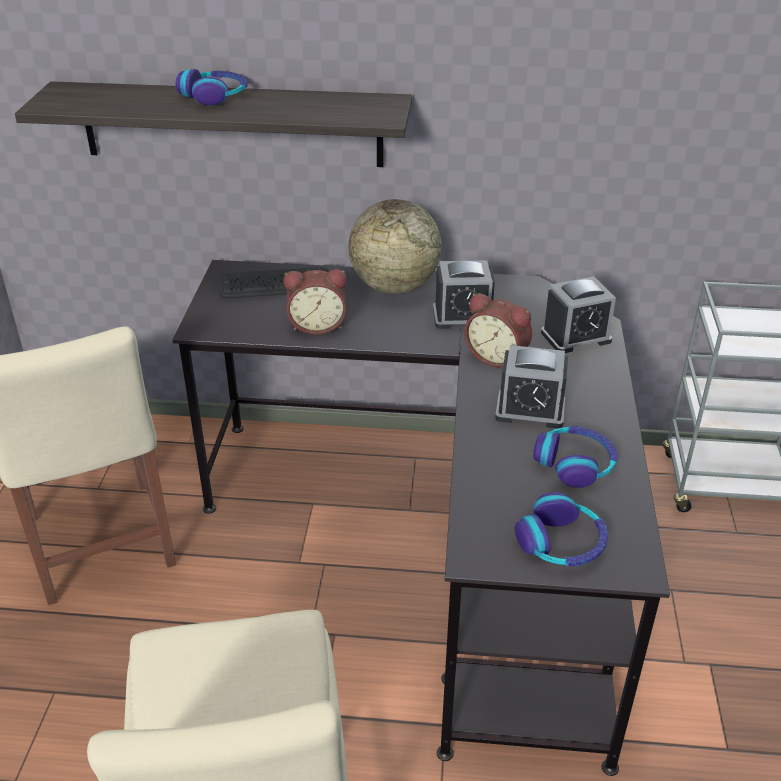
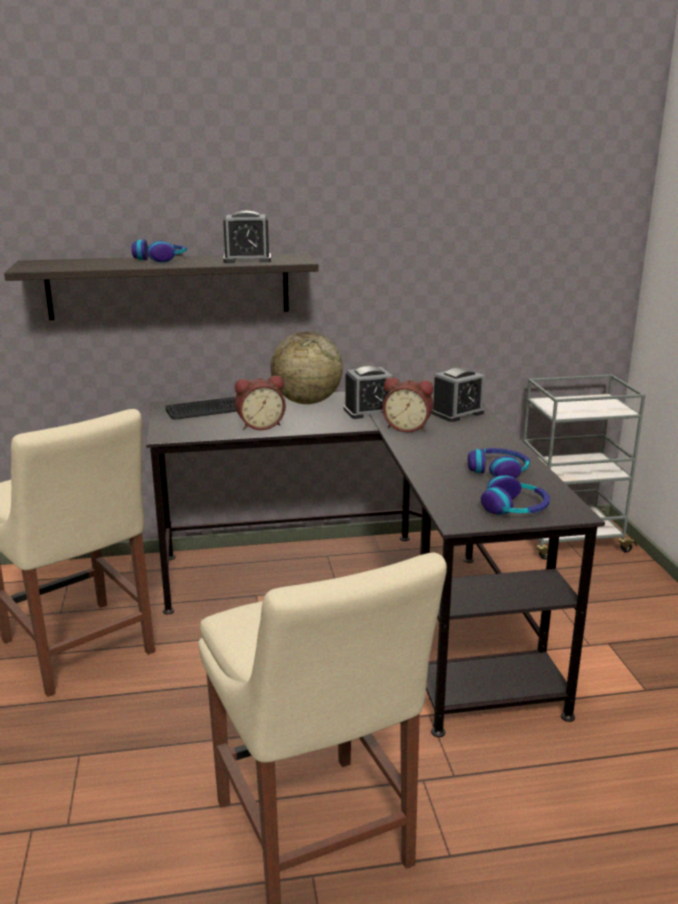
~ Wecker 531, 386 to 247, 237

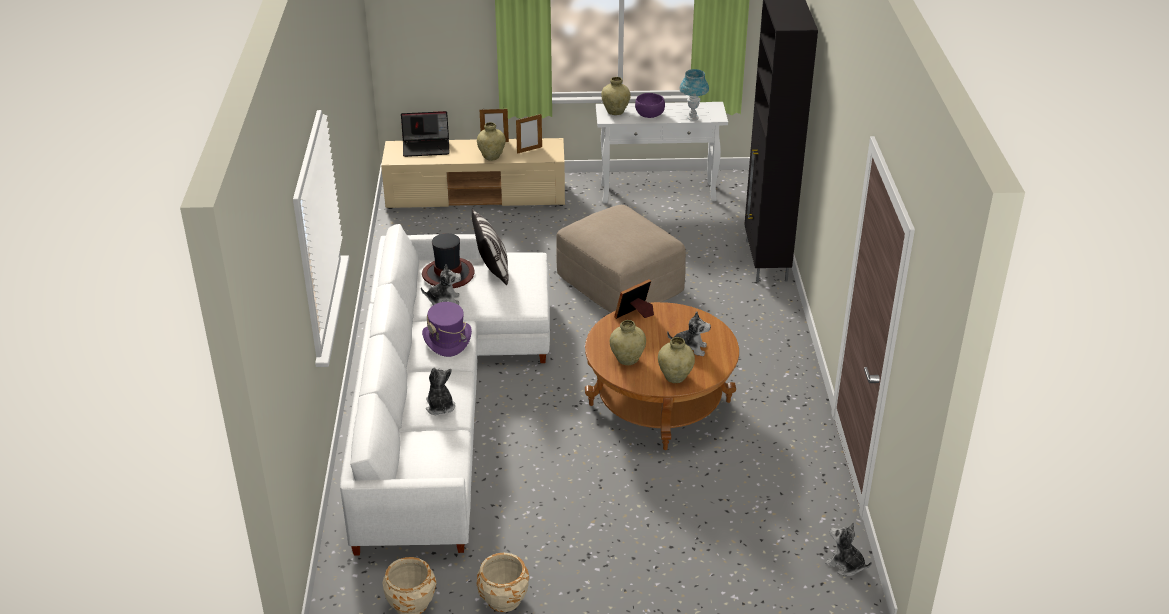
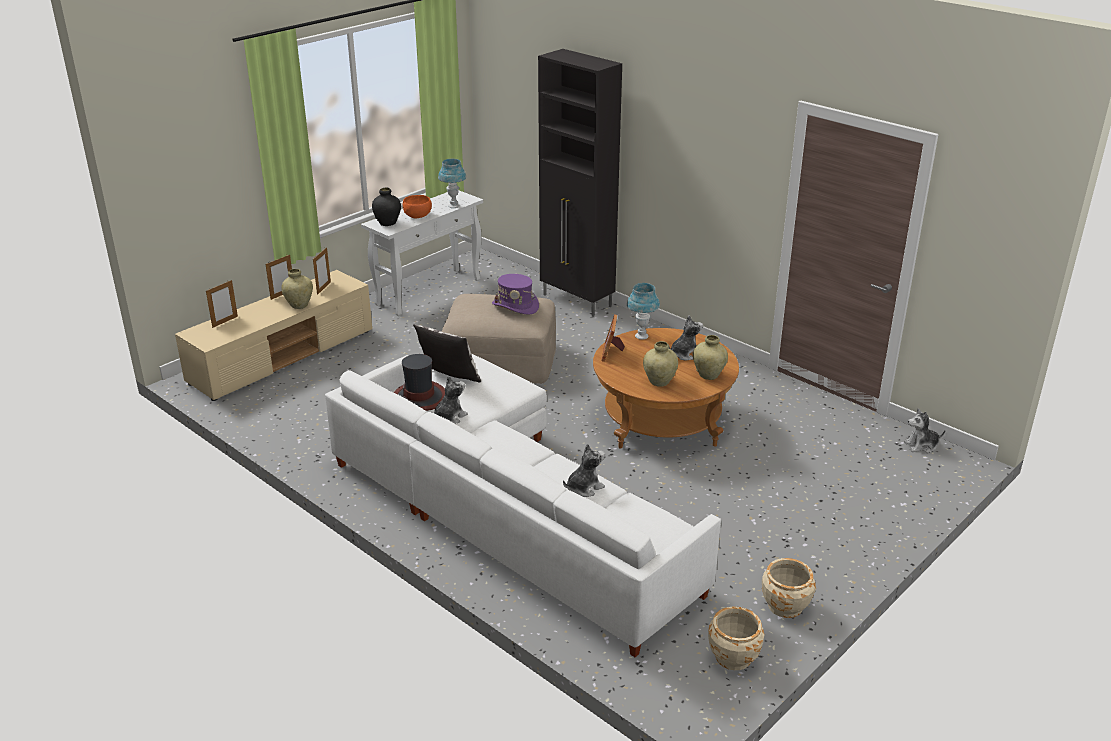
~ Vase (beige) 616, 96 to Vase (schwarz) 386, 206
~ Schüssel (lila) 650, 105 to Schüssel (orange) 417, 207
~ Laptop 425, 134 to Bilderrahmen 222, 304
~ Hut (lila) 447, 329 to 515, 294
~ Plüschtier 440, 391 = 584, 470 120 degrees clockwise
+ Tischlampe (blau) 643, 311

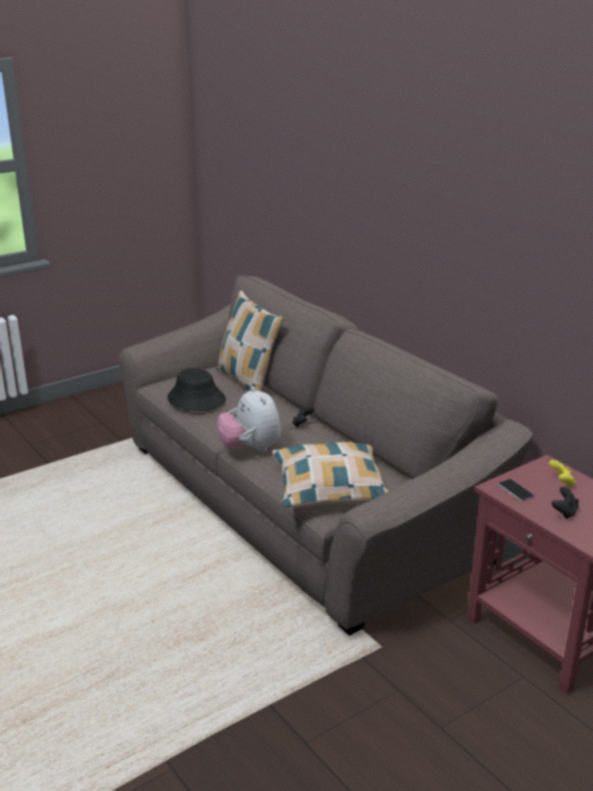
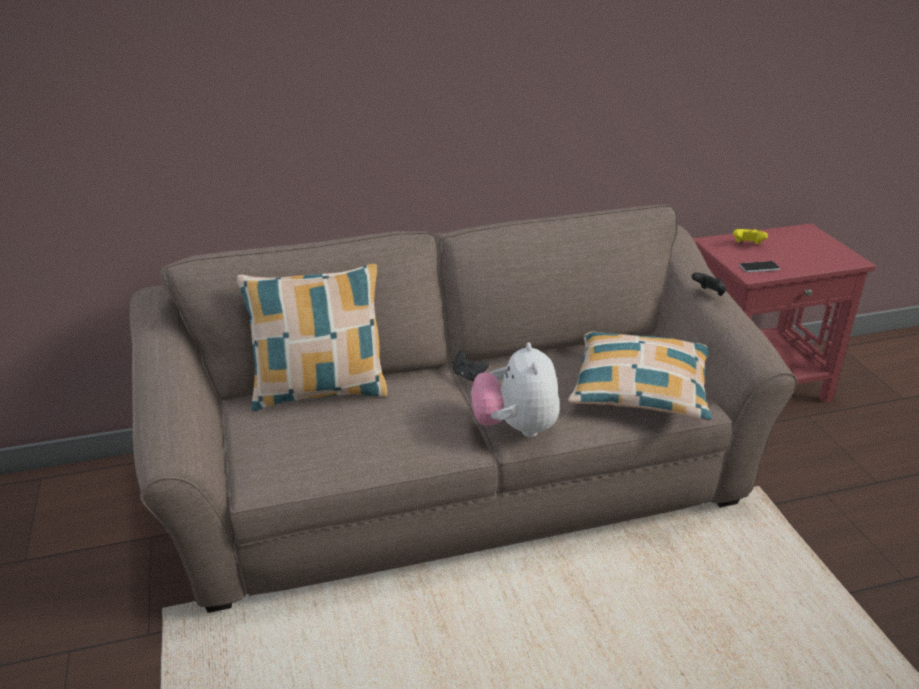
- Hut (schwarz) 196, 389
~ Plüschtier 249, 419 = 515, 390 90 degrees clockwise
~ Gamepad (schwarz) 565, 503 to 709, 284

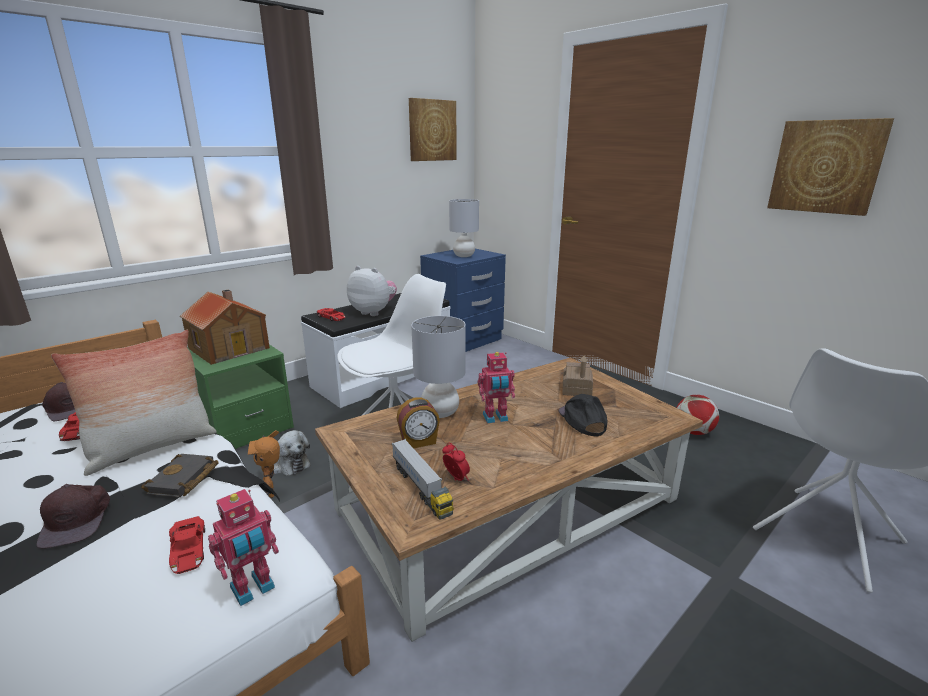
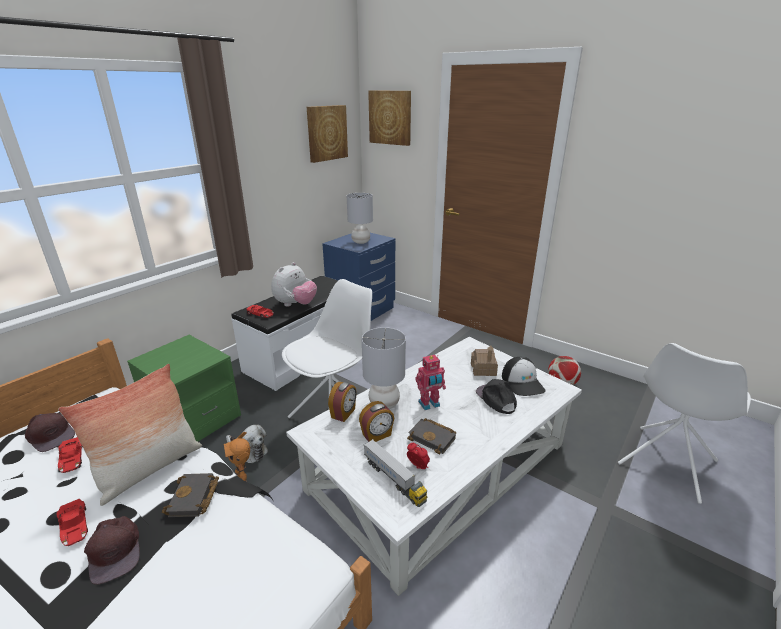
~ Bild 830, 167 to 389, 118
~ Plüschtier 372, 291 = 294, 284 105 degrees clockwise
- Spielzeughaus 225, 327
~ Couchtisch (braun) 509, 500 to Couchtisch (weiß) 434, 466
- Spielzeugroboter 243, 547
~ Spielzeugauto (rot) 187, 545 to 72, 522
+ Kappe 524, 376
+ Wecker 342, 402
+ Buch (schwarz) 431, 436

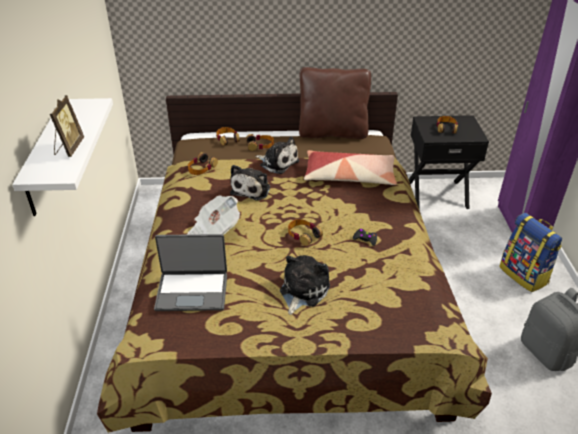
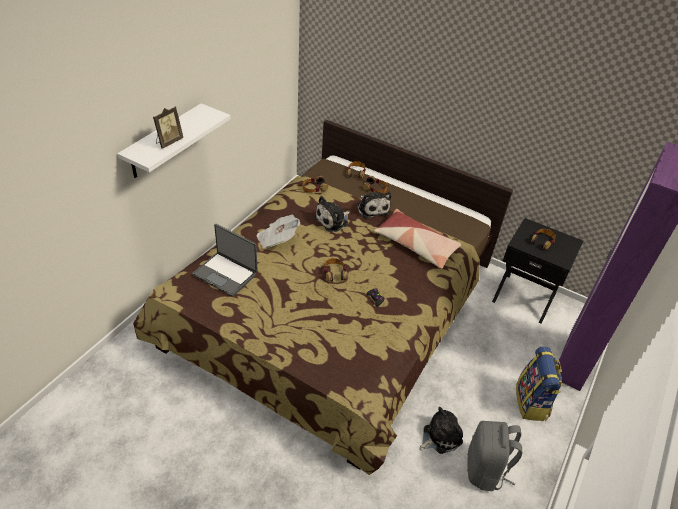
- Kissen (braun) 335, 103
~ Plüschtier 305, 285 to 441, 430

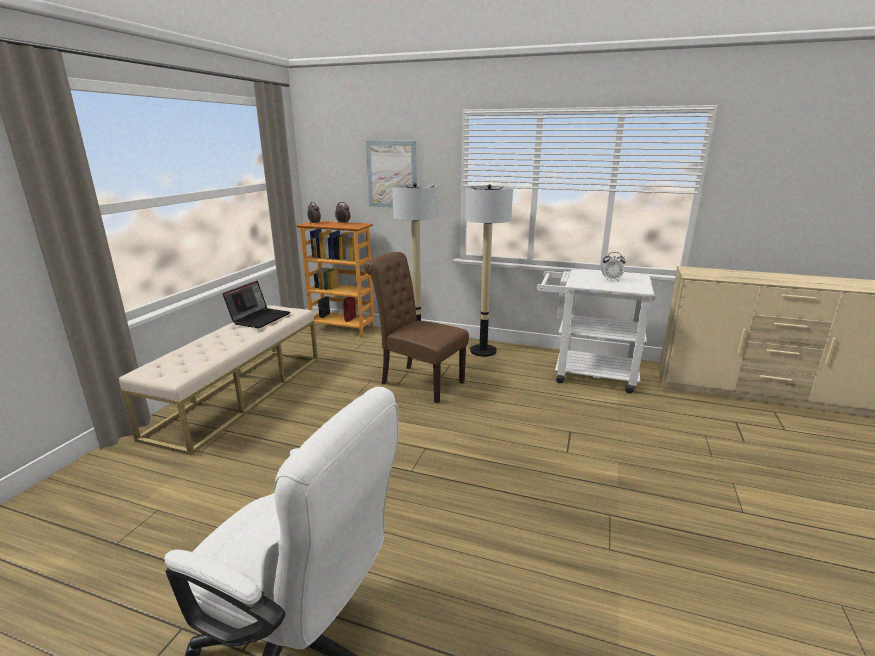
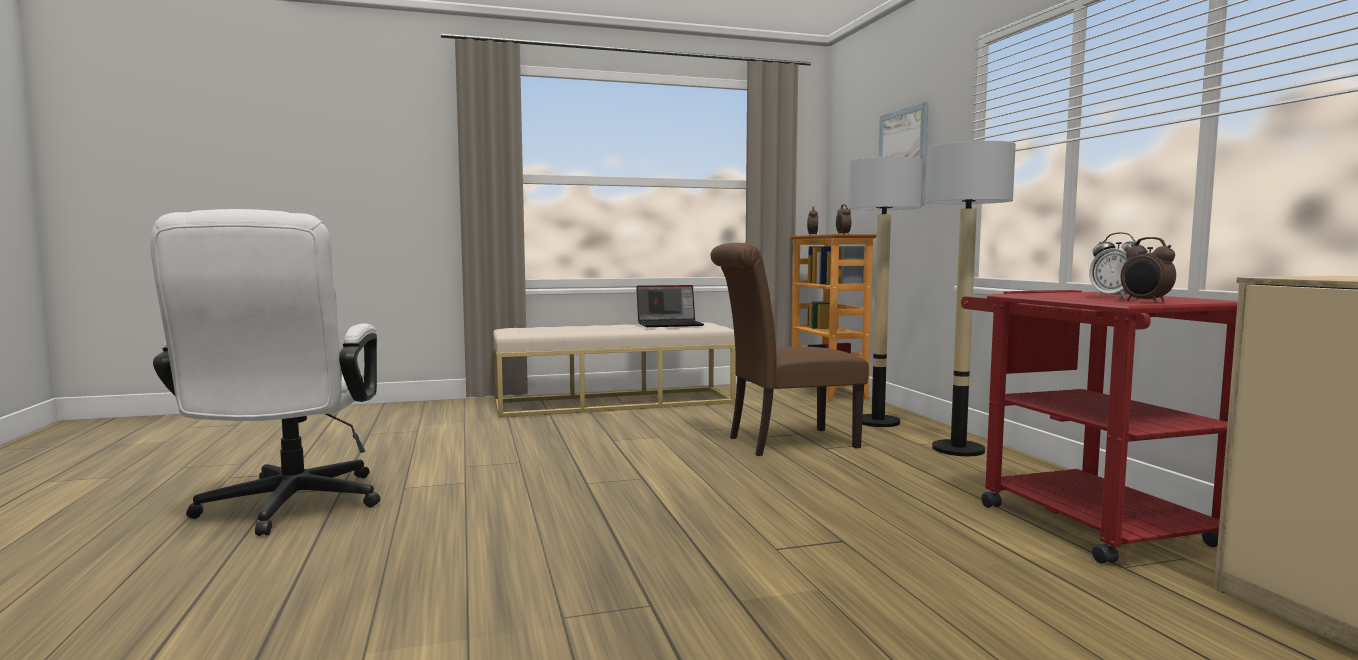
~ Stuhl (braun) 416, 327 = 790, 349 105 degrees counterclockwise
~ Rollwagen (weiß) 596, 332 to Rollwagen (rot) 1099, 427
+ Wecker 1148, 270

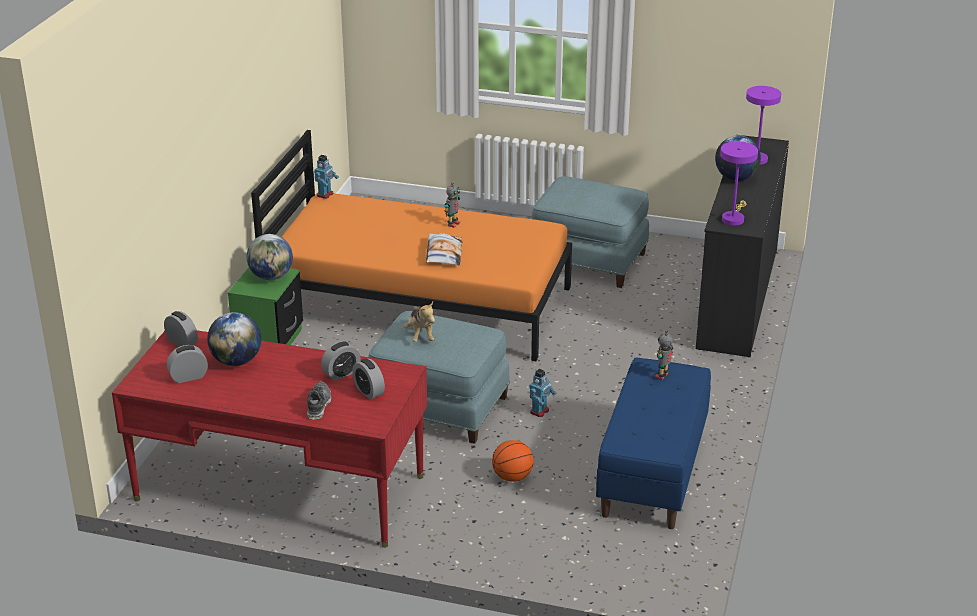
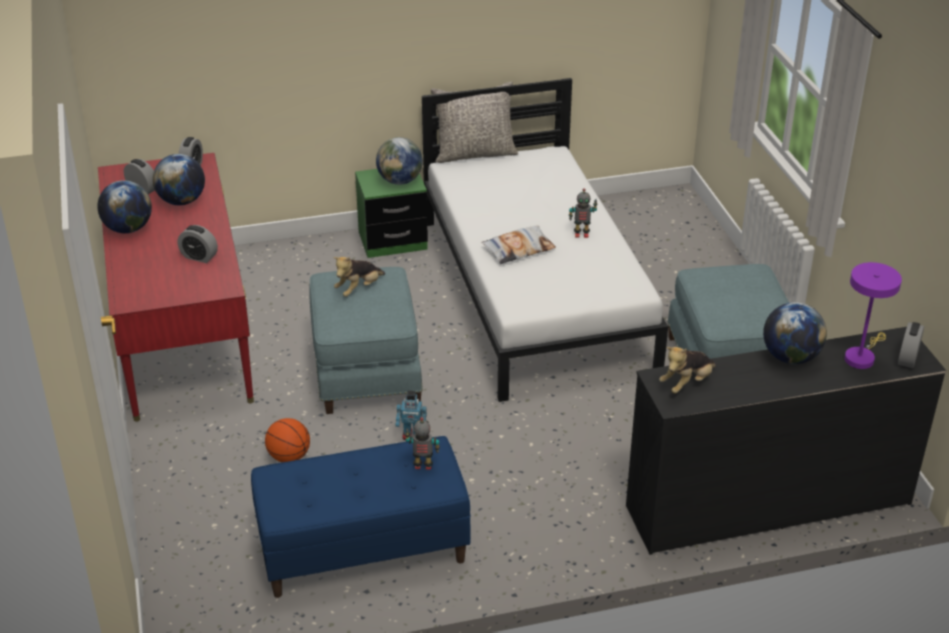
~ Bett (orange) 411, 245 to Bett (weiß) 545, 240
~ Tischlampe (lila) 739, 183 to Plüschtier 687, 370
- Spielzeugroboter 326, 177
~ Wecker 368, 378 to 911, 345
- Schuh 319, 400
+ Kissen (grau) 474, 122
+ Globus 124, 206

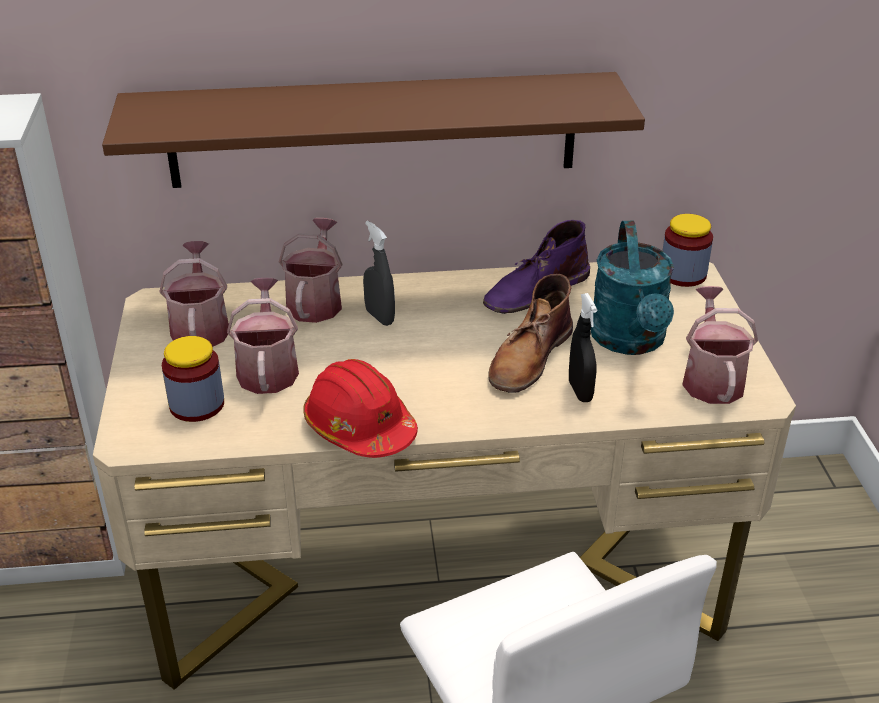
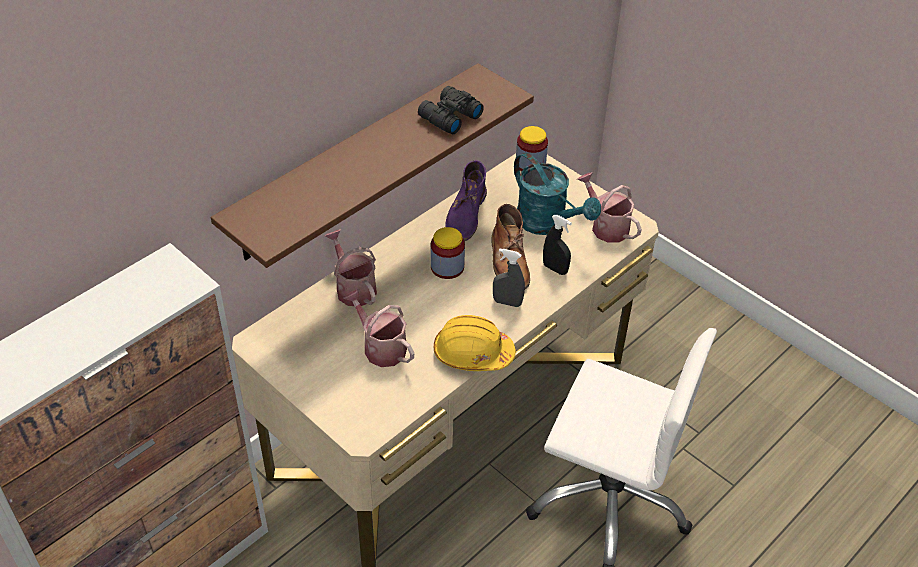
~ Sprühflasche (grau) 379, 273 to 509, 277
- Gießkanne 194, 294
~ Vorratsglas 193, 379 to 448, 253
~ Schutzhelm (rot) 360, 408 to Schutzhelm (gelb) 475, 343
+ Fernglas (schwarz) 451, 110

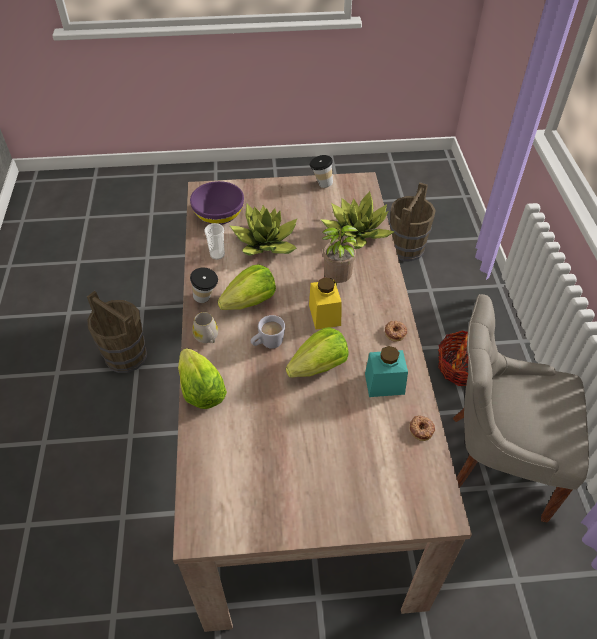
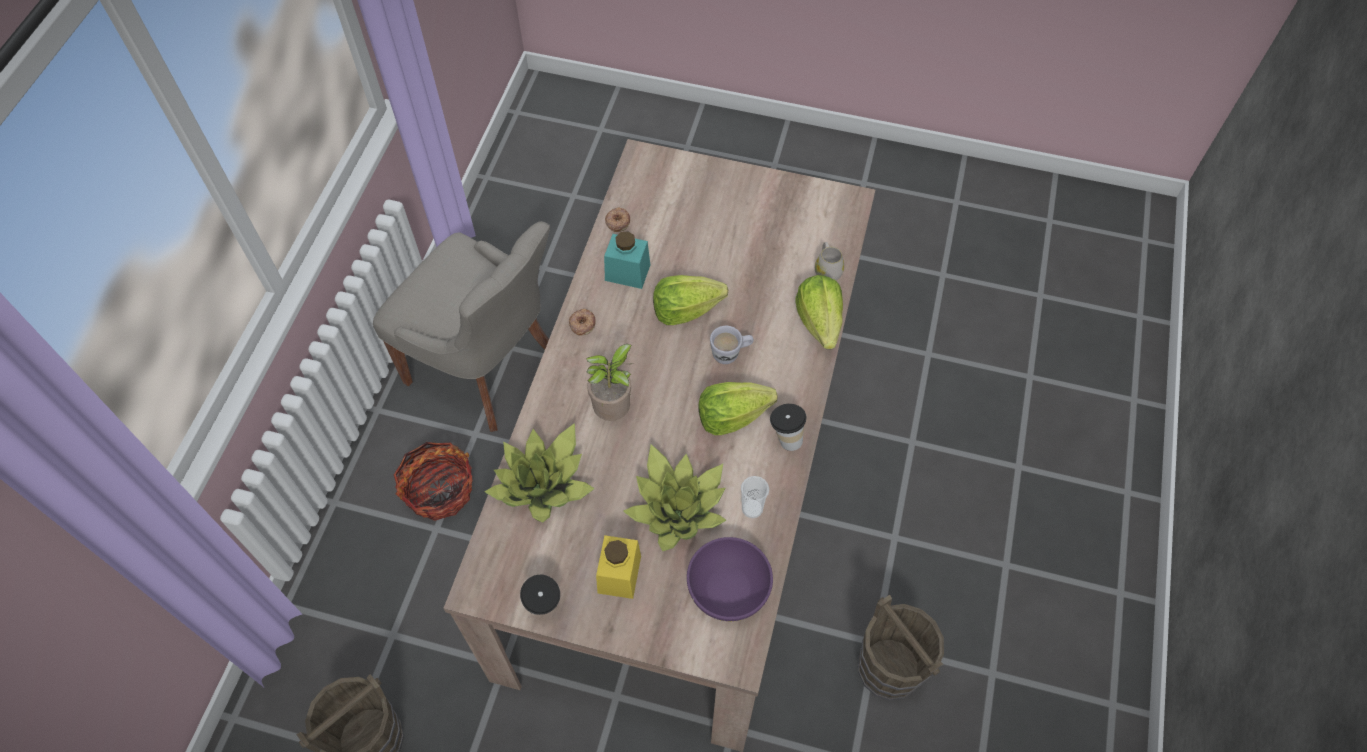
~ Vorratsglas (gelb) 325, 303 to 618, 567
~ Henkelbecher (weiß) 205, 327 to 829, 261

